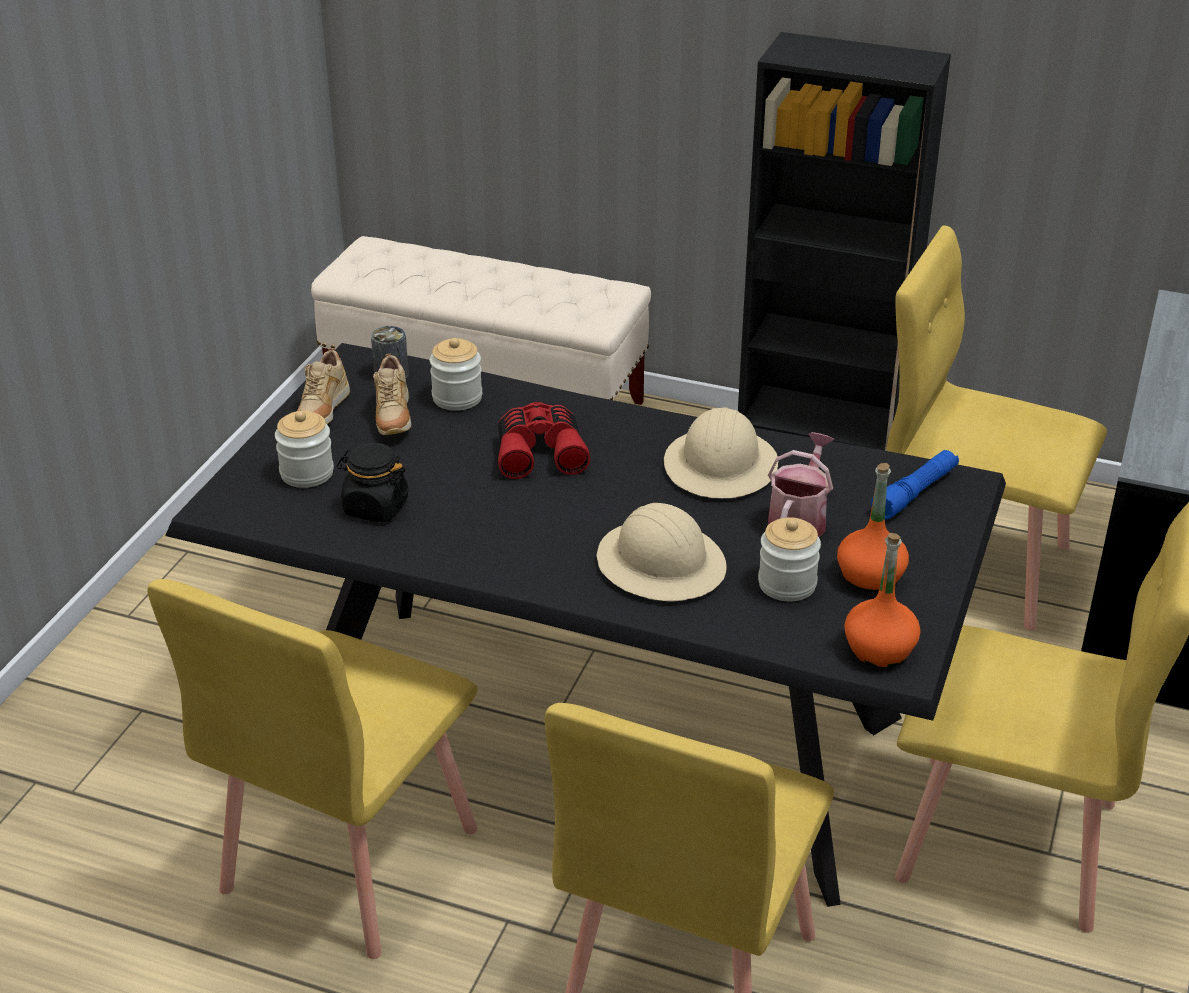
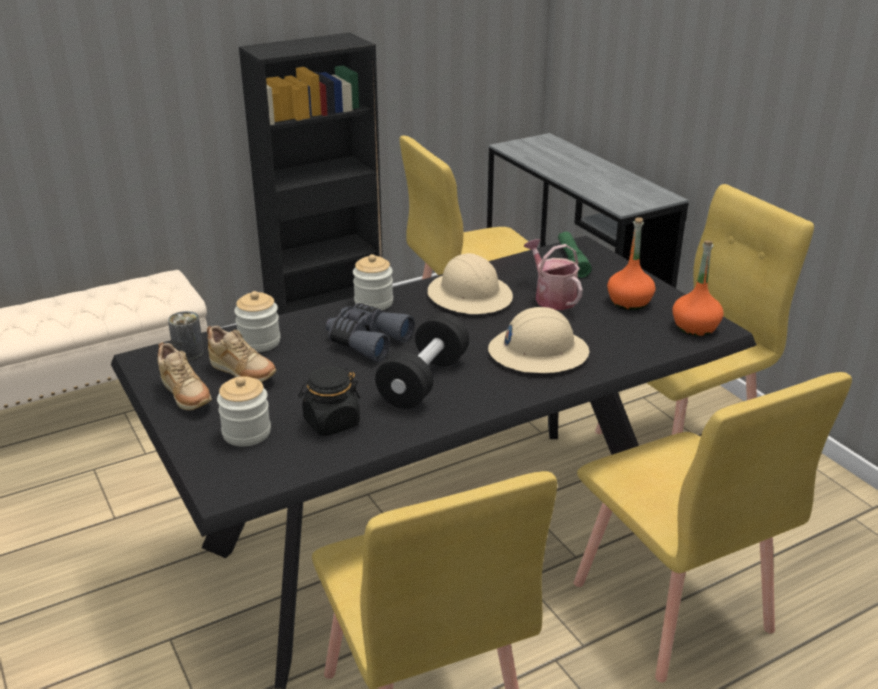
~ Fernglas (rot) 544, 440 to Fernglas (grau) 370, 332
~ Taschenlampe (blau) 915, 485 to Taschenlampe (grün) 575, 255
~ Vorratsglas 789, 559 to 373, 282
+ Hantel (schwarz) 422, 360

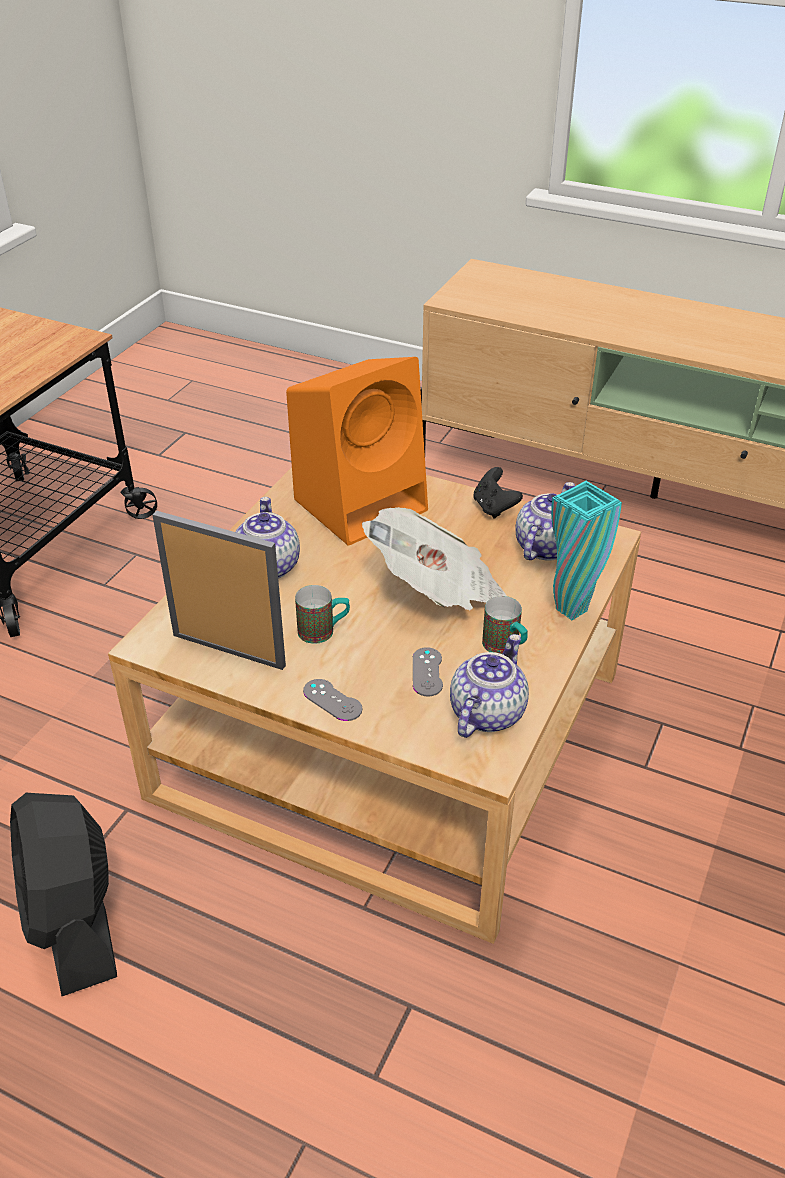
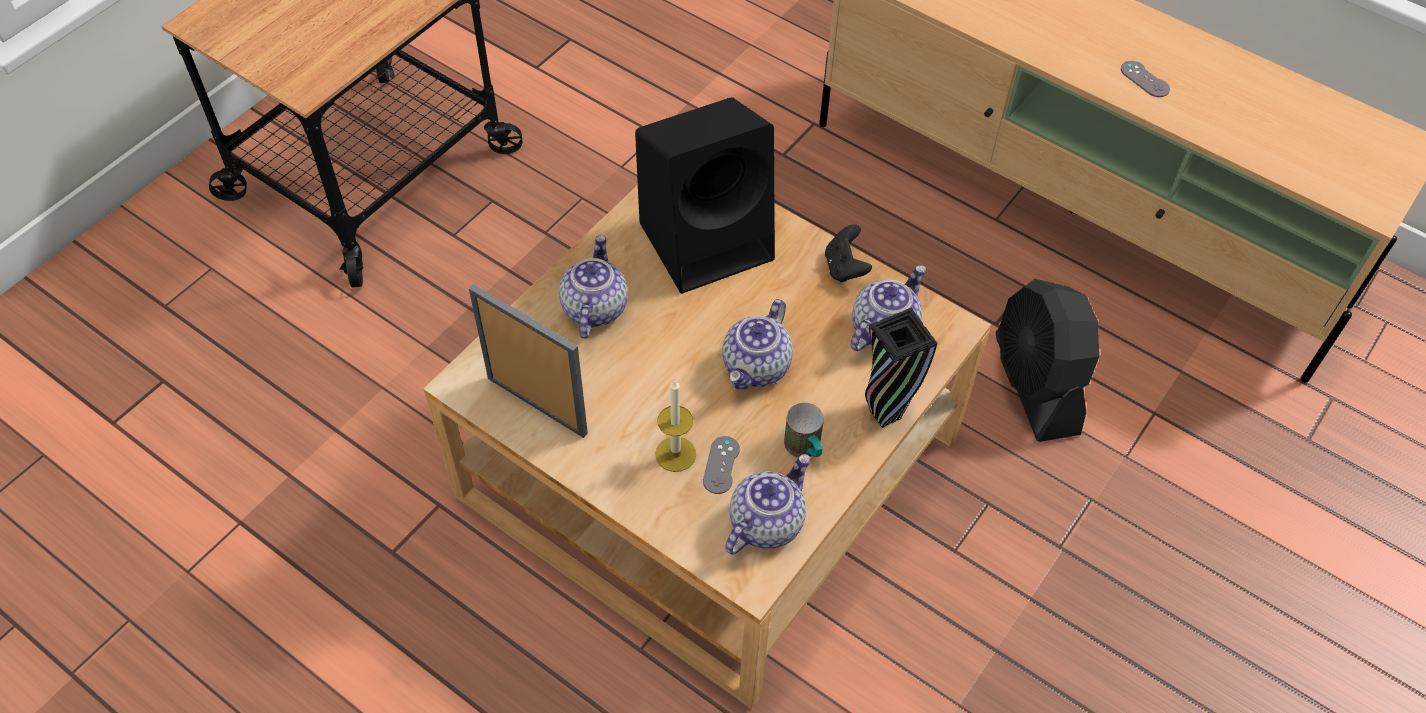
~ Lautsprecher (orange) 357, 451 to Lautsprecher (schwarz) 705, 195
~ Vase (türkis) 586, 550 to Vase (schwarz) 901, 368
~ Zeitung 434, 558 to Teekanne 757, 344
- Henkelbecher 322, 614
~ Gamepad (grau) 332, 700 to 1145, 79
~ Ventilator (schwarz) 63, 894 to 1047, 360
+ Kerze 675, 425

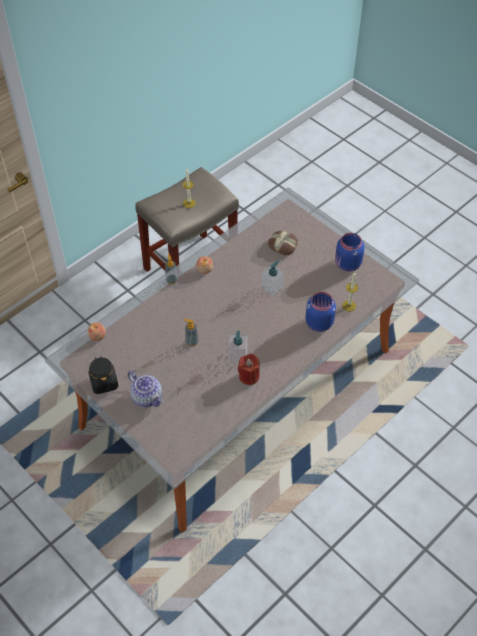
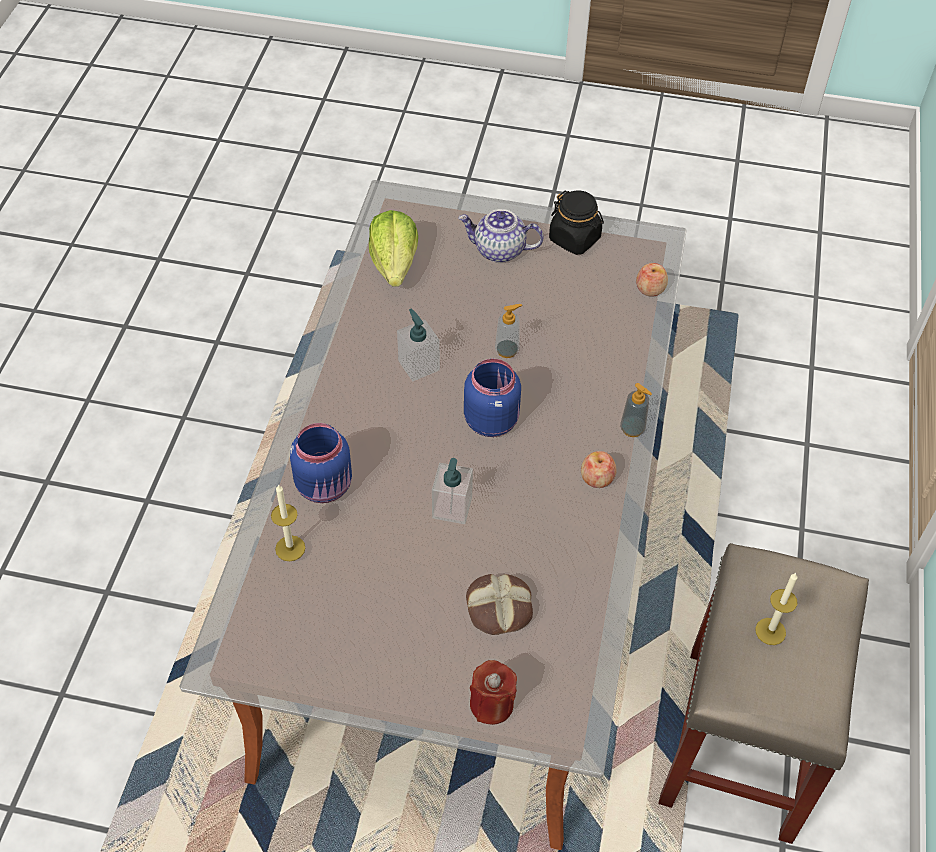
~ Vorratsglas (blau) 350, 252 to 492, 398
~ Kerze (rot) 249, 369 to 493, 692
+ Salatkopf 393, 248

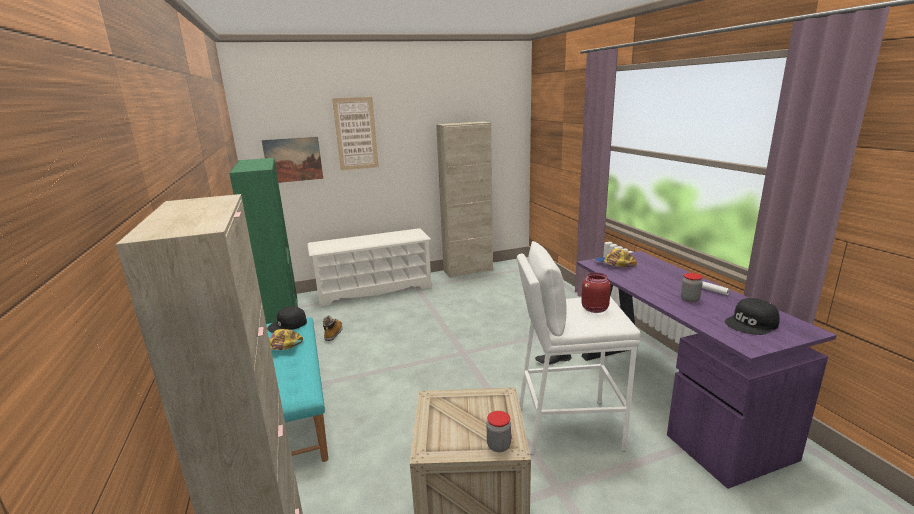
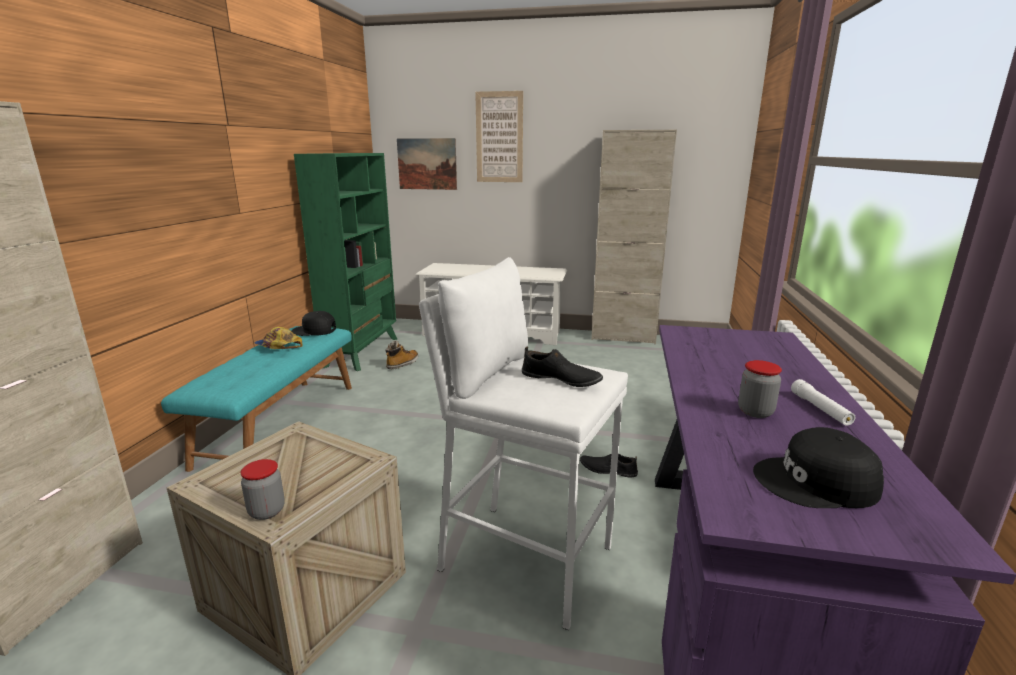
- Kappe 616, 257
~ Vorratsglas (rot) 596, 292 to Schuh (schwarz) 562, 366

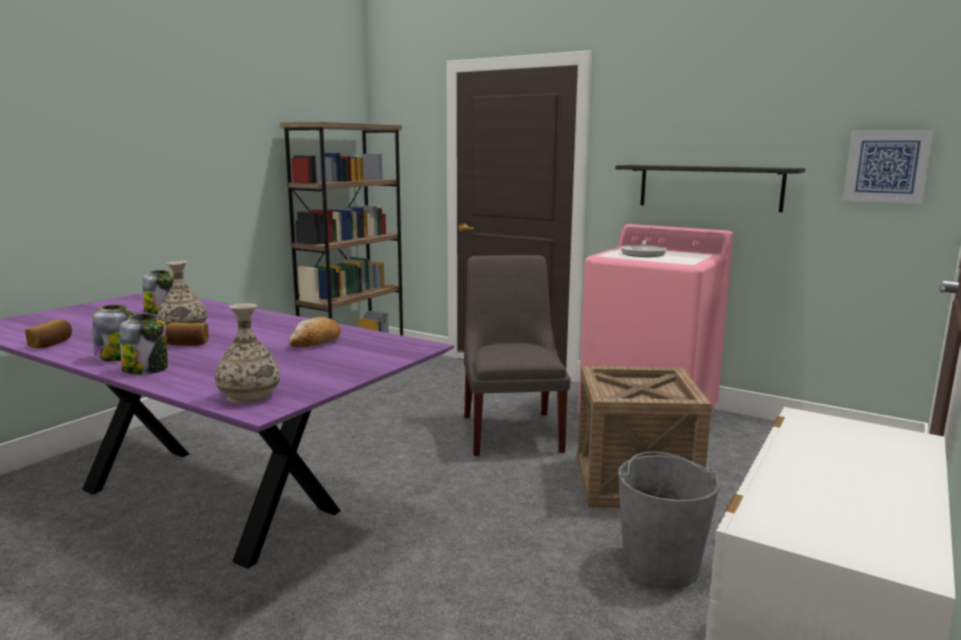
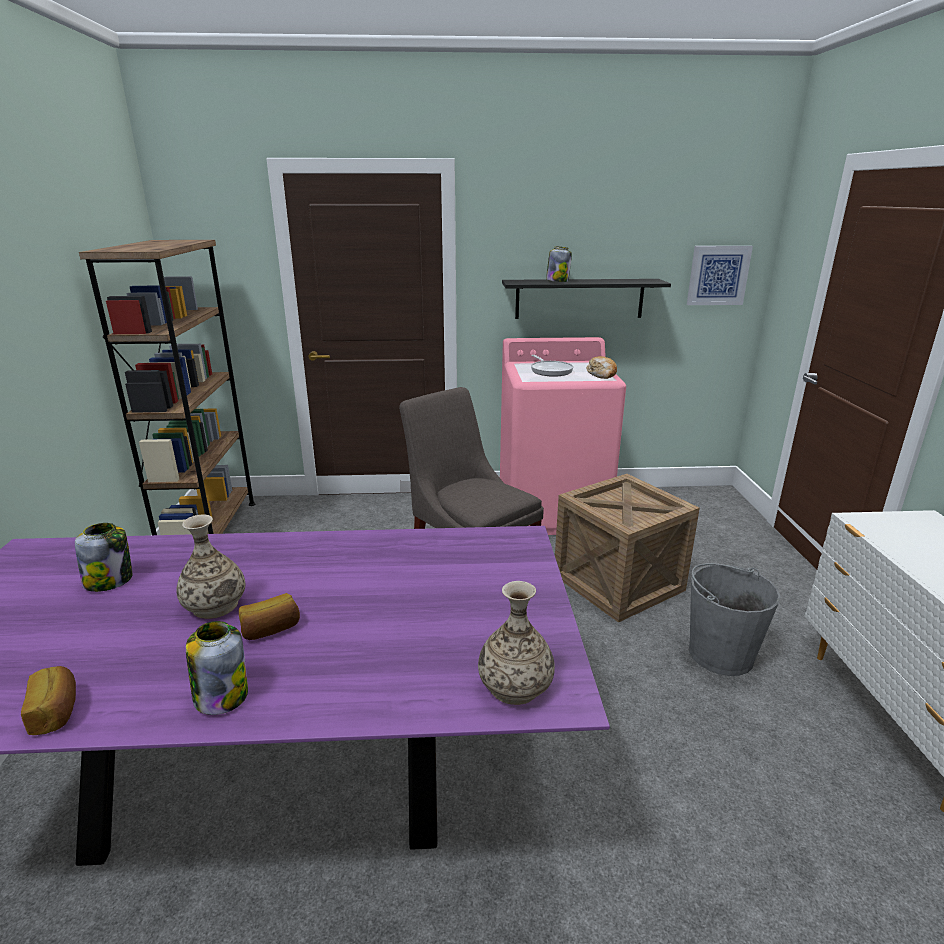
~ Vorratsglas 144, 344 to 559, 264
~ Brot 315, 332 to 601, 367

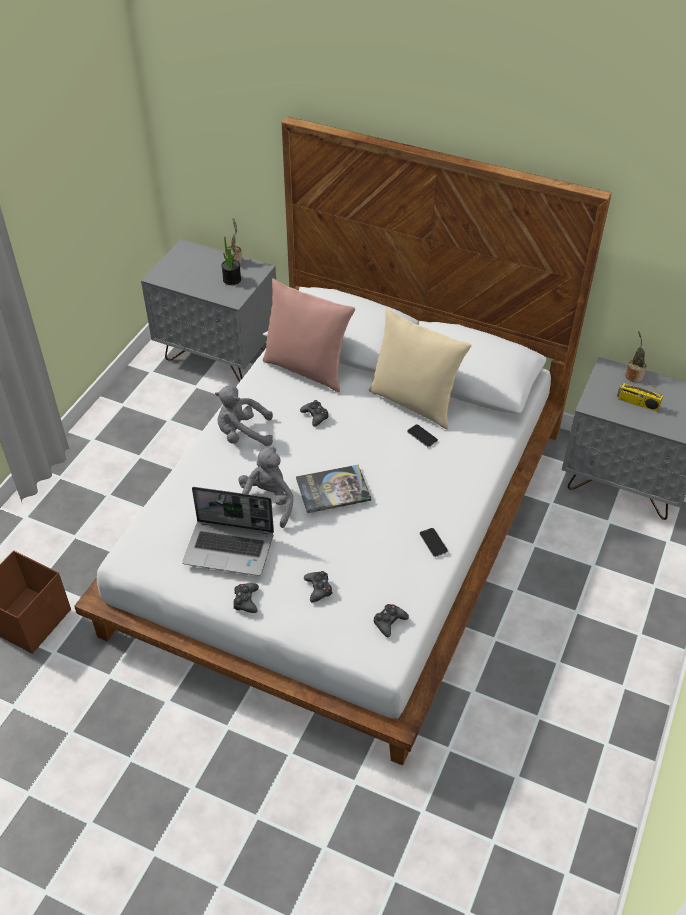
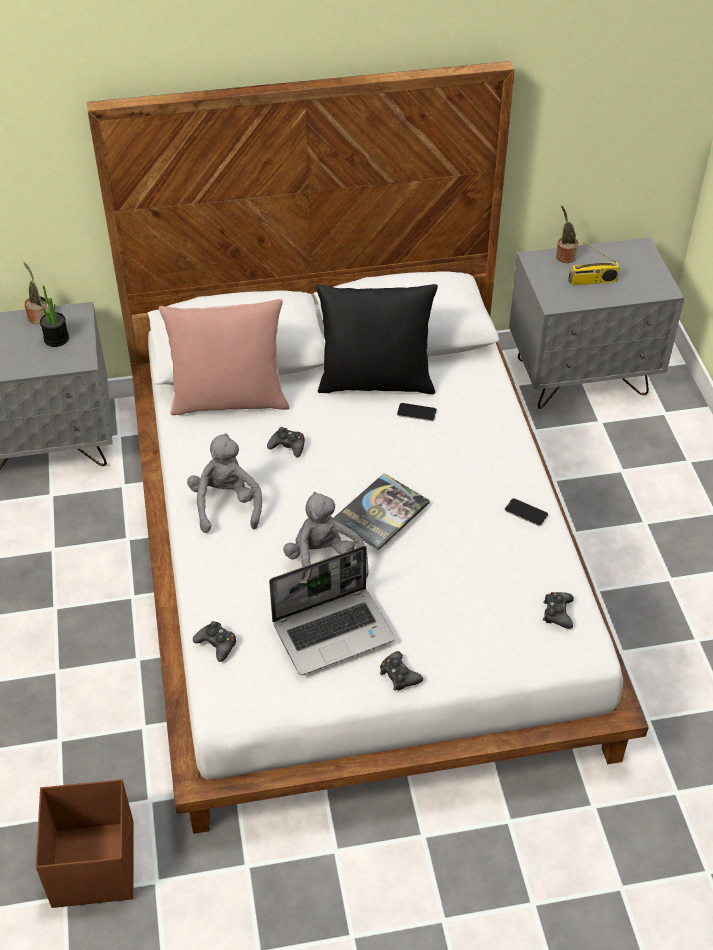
~ Kissen (beige) 420, 368 to Kissen (schwarz) 377, 339
~ Plüschtier (grau) 244, 415 = 224, 483 120 degrees clockwise
~ Gamepad (schwarz) 318, 587 to 214, 641

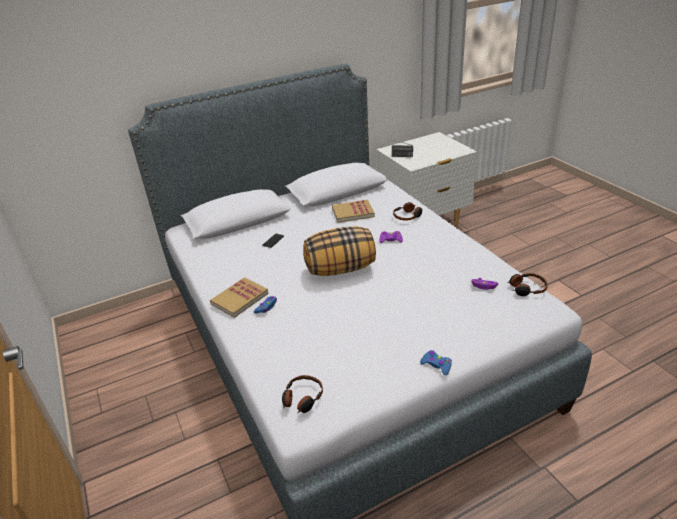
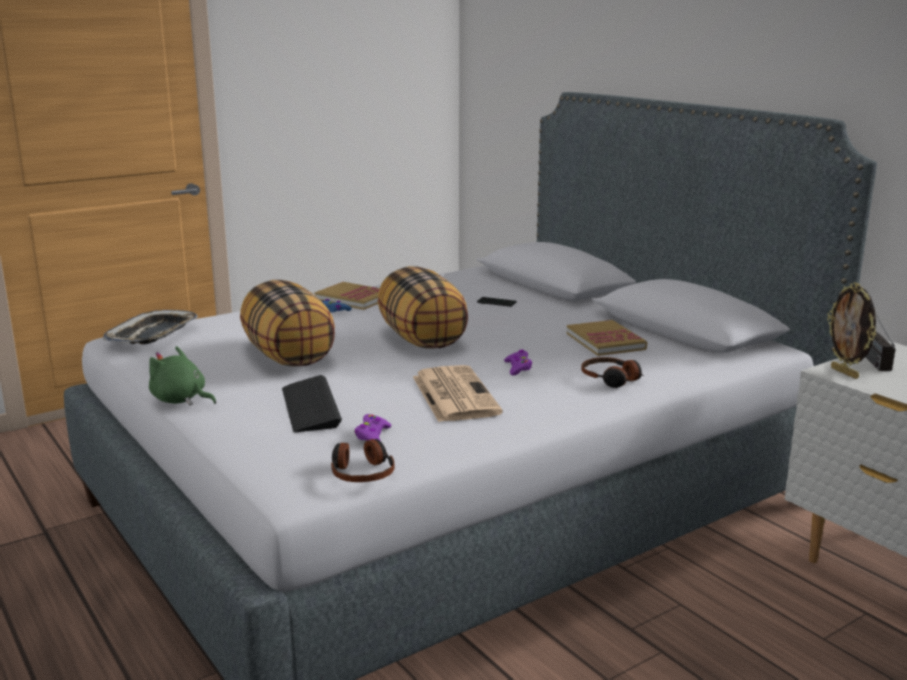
~ Gamepad (blau) 436, 363 to Plüschtier (grün) 182, 375
~ Kopfhörer 302, 394 to Tablett 150, 327
+ Kissen 287, 323
+ Bilderrahmen 851, 330
+ Zeitung 458, 393
+ Tastatur 312, 403

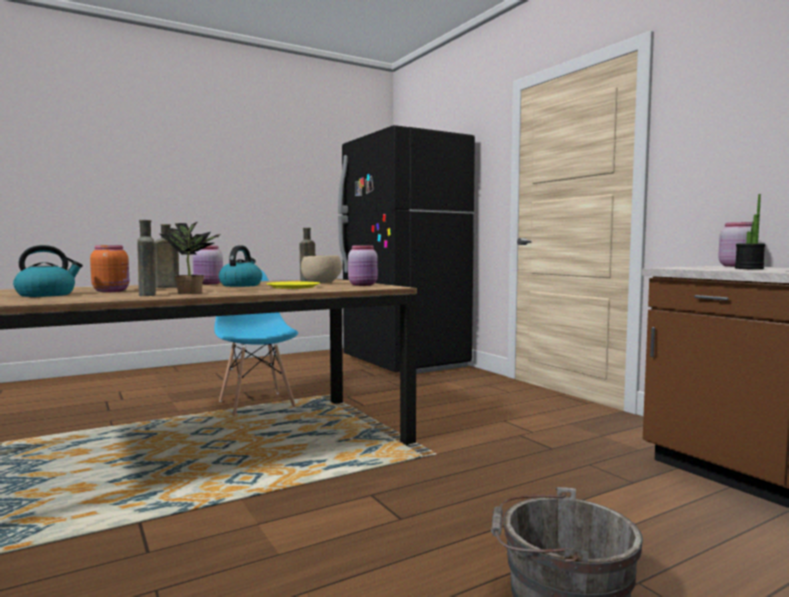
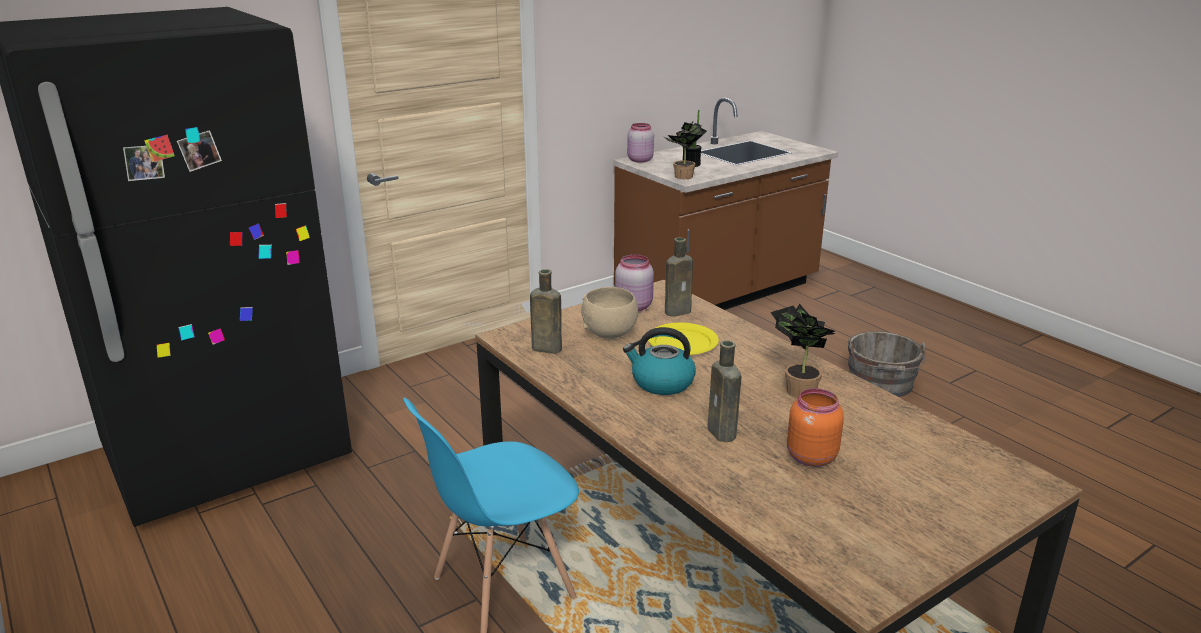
~ Flasche (braun) 146, 258 to 679, 277
- Wasserkessel 48, 271
- Vorratsglas (rosa) 208, 265
+ Topfpflanze 685, 150

